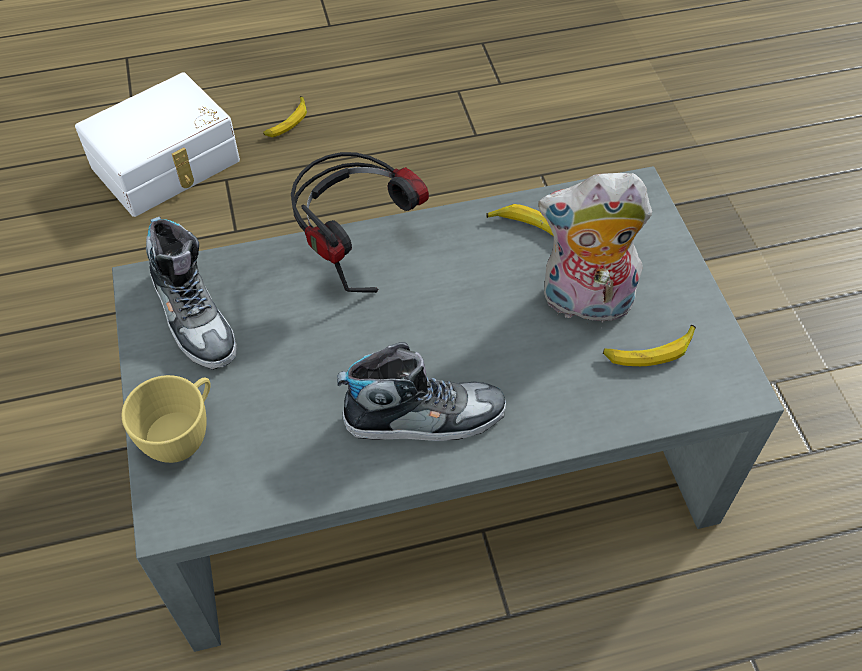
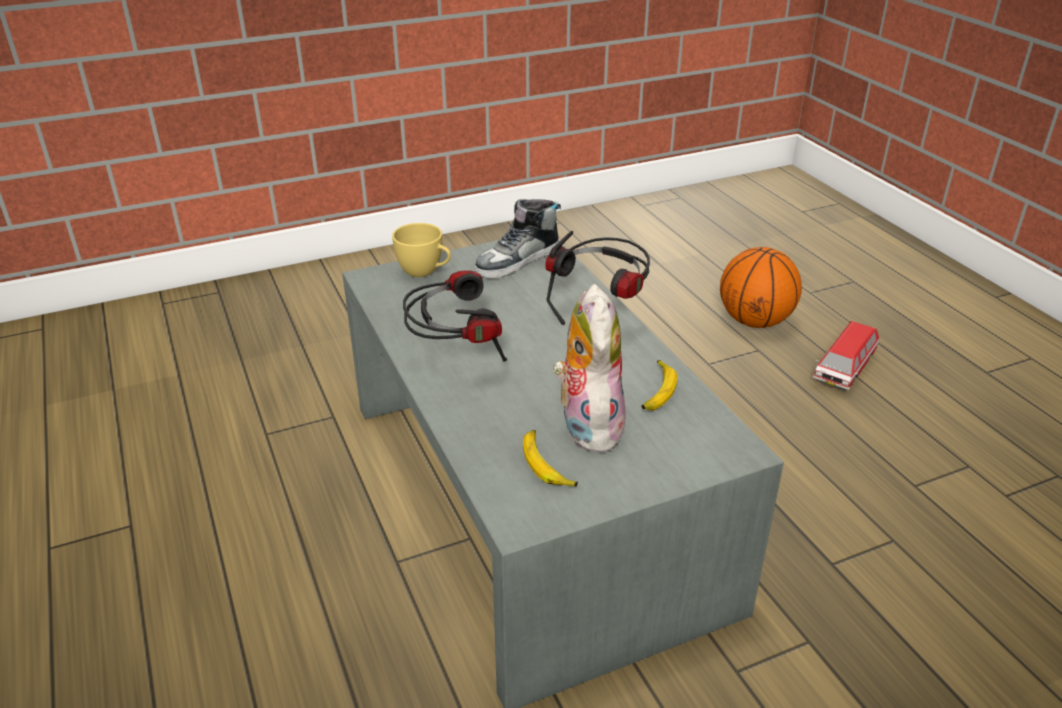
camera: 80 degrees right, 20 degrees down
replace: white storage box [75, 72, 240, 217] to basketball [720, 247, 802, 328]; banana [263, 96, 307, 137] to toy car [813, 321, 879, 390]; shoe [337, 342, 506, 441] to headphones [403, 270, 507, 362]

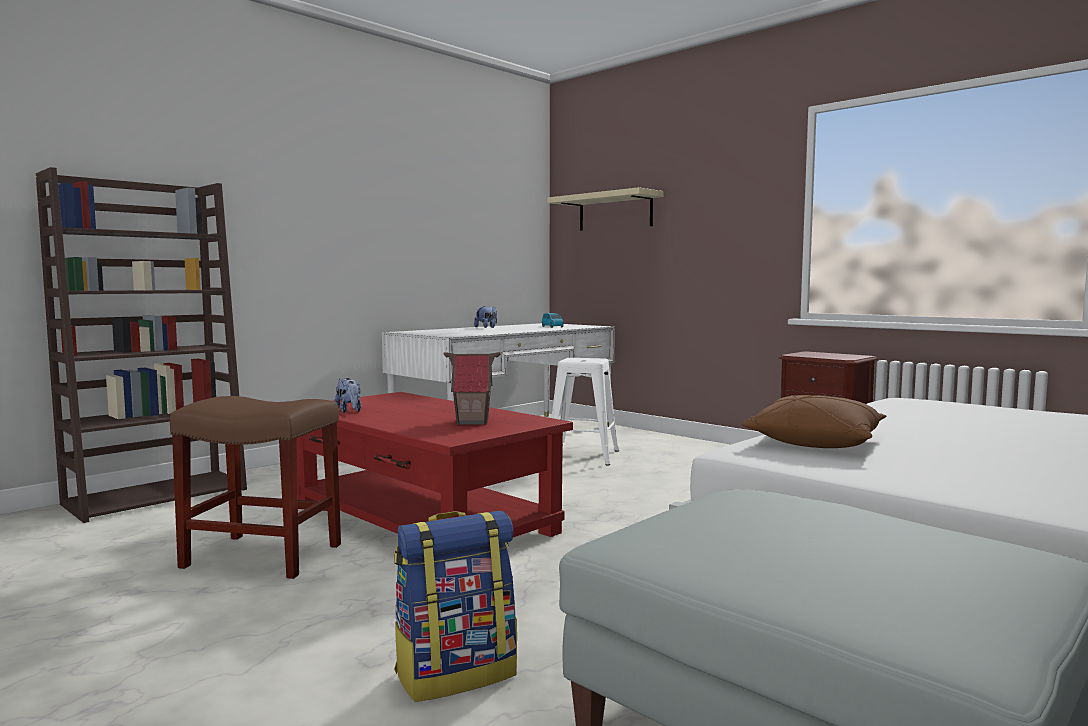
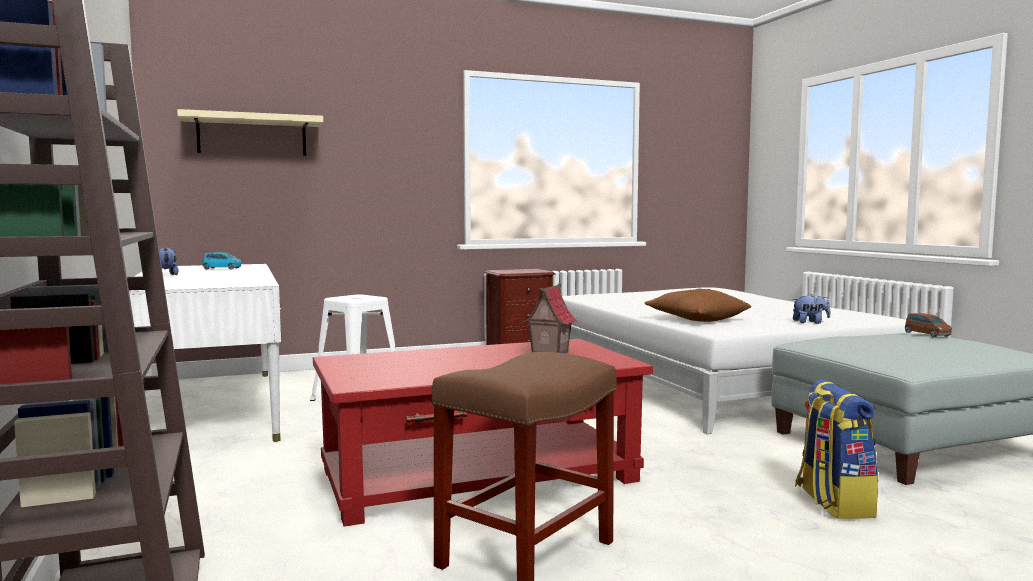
camera: 65 degrees left, 0 degrees up
insert: brown toy car [905, 313, 952, 338]
move: plush toy [334, 378, 361, 413] to [793, 294, 830, 324]

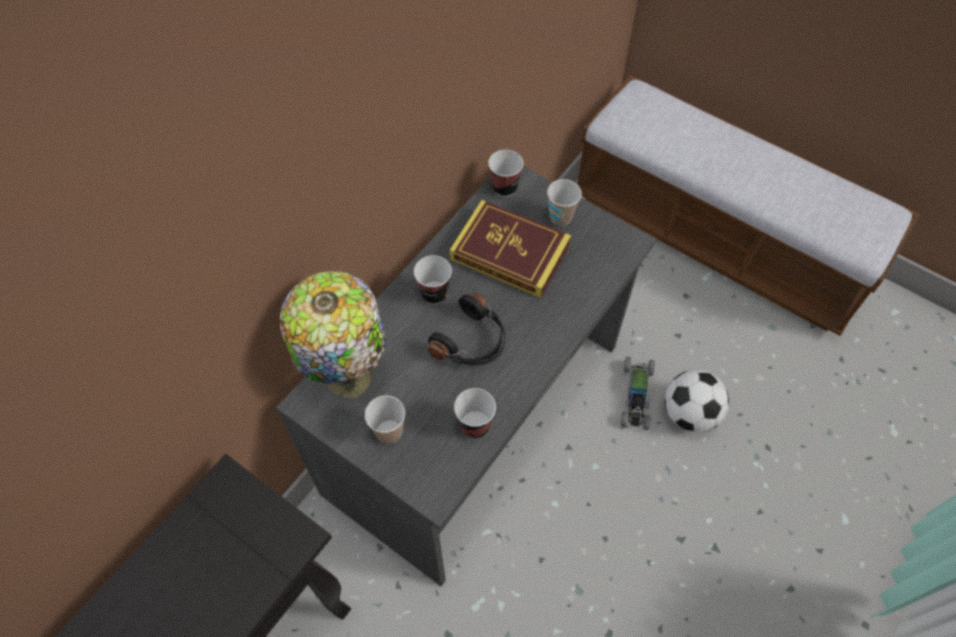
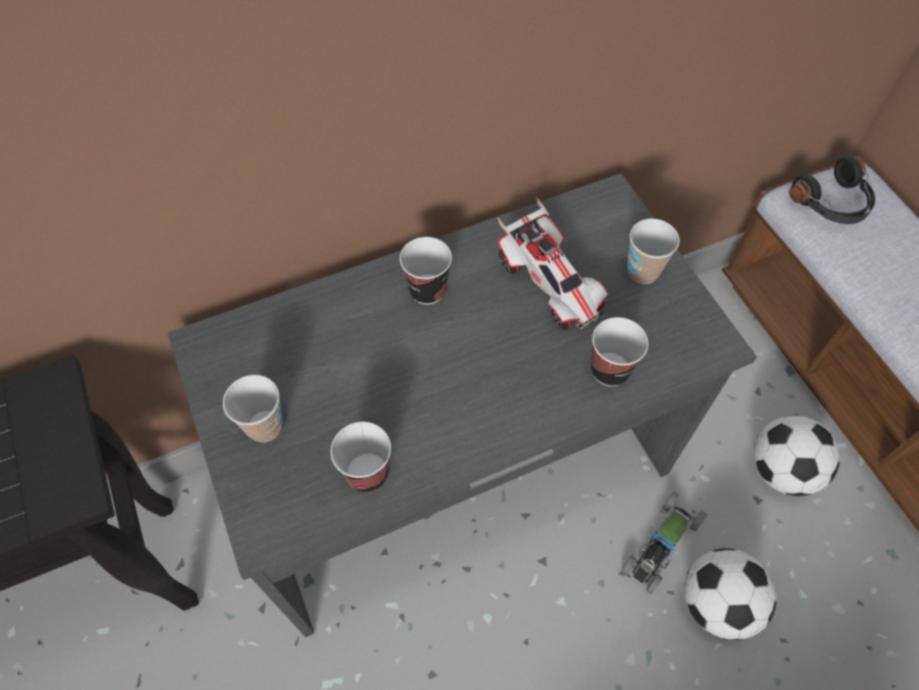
camera: 30 degrees right, 0 degrees up
delete: table lamp [280, 271, 387, 399]
insert: football [753, 416, 840, 496]
move: black headphones [428, 293, 505, 366] to [789, 157, 875, 224]; cup [488, 150, 523, 197] to [591, 317, 648, 386]
replace: book [450, 200, 572, 298] to toy car [497, 197, 609, 330]

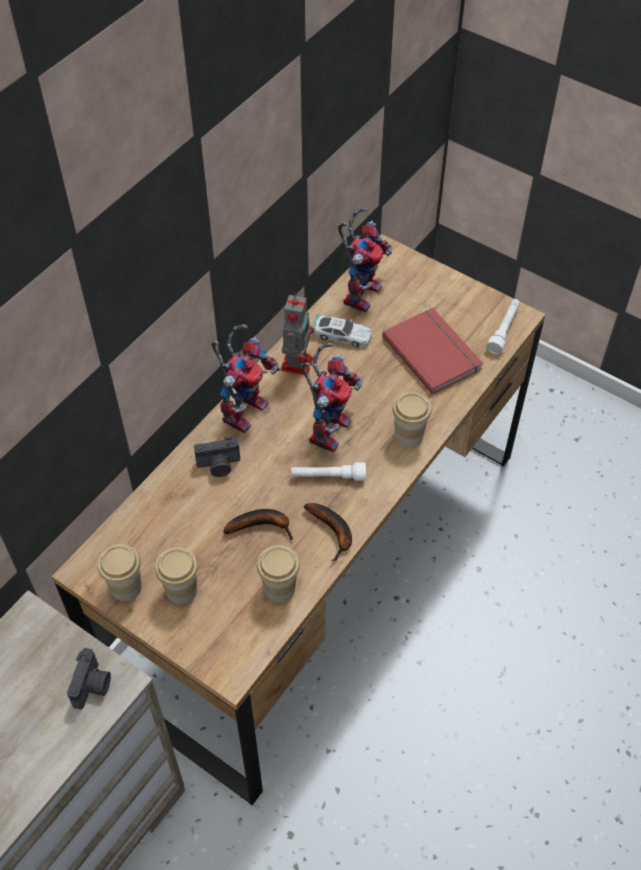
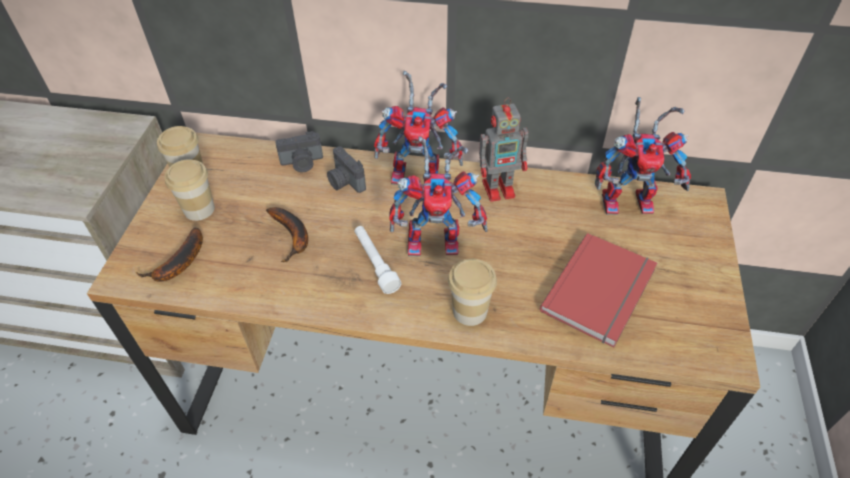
camera: 65 degrees right, 5 degrees down
delete: cup [257, 545, 300, 602]; toy car [312, 313, 372, 347]; white flashlight [487, 299, 520, 354]
move: photo camera [67, 648, 111, 709] to [275, 131, 323, 172]; banana [304, 503, 352, 561] to [135, 228, 203, 282]

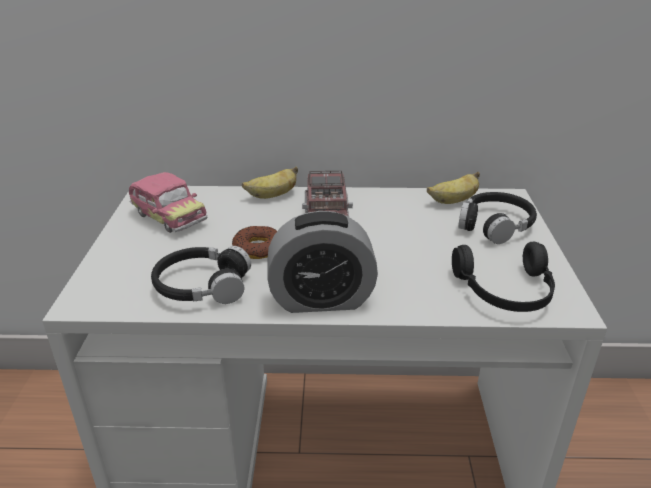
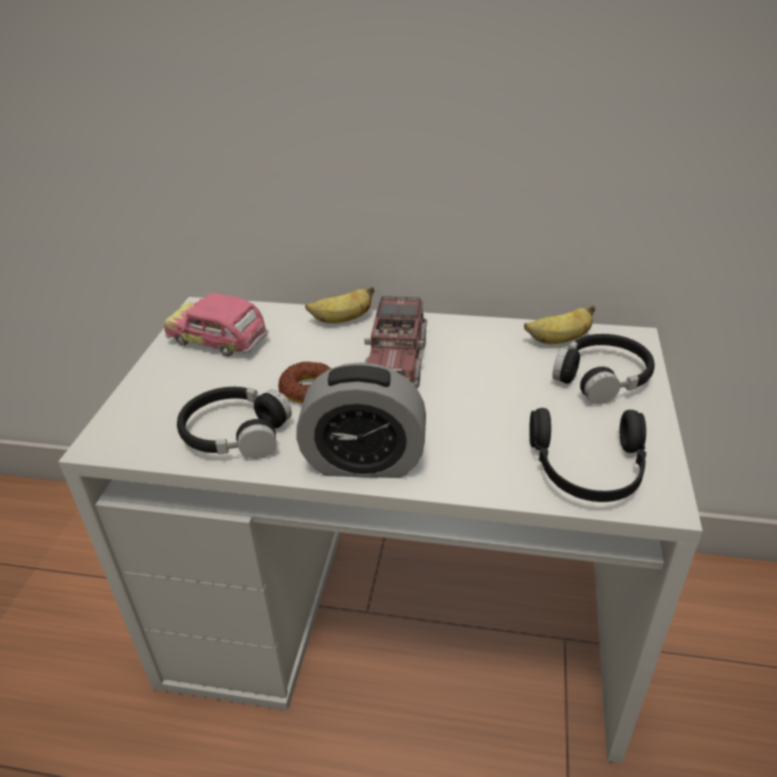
camera: 10 degrees right, 5 degrees up
rotate: toy car [129, 172, 207, 233] = [164, 293, 269, 357] 150 degrees clockwise

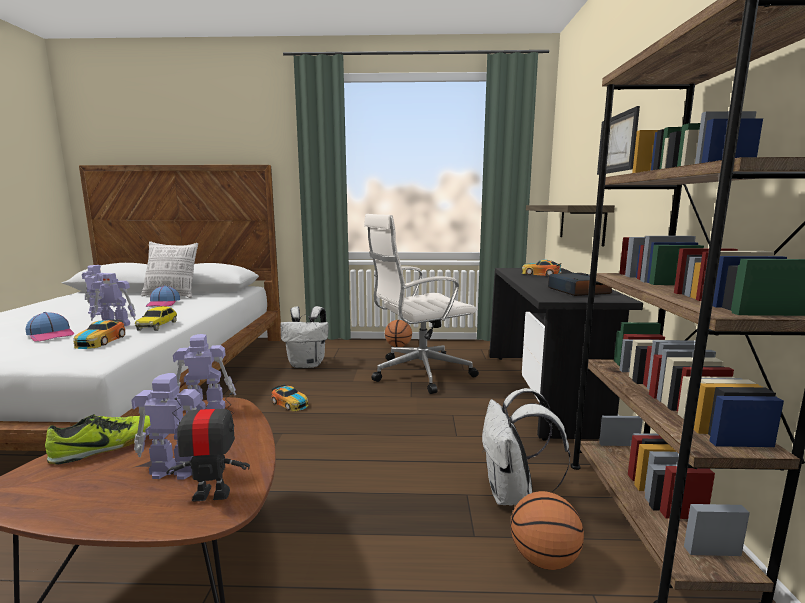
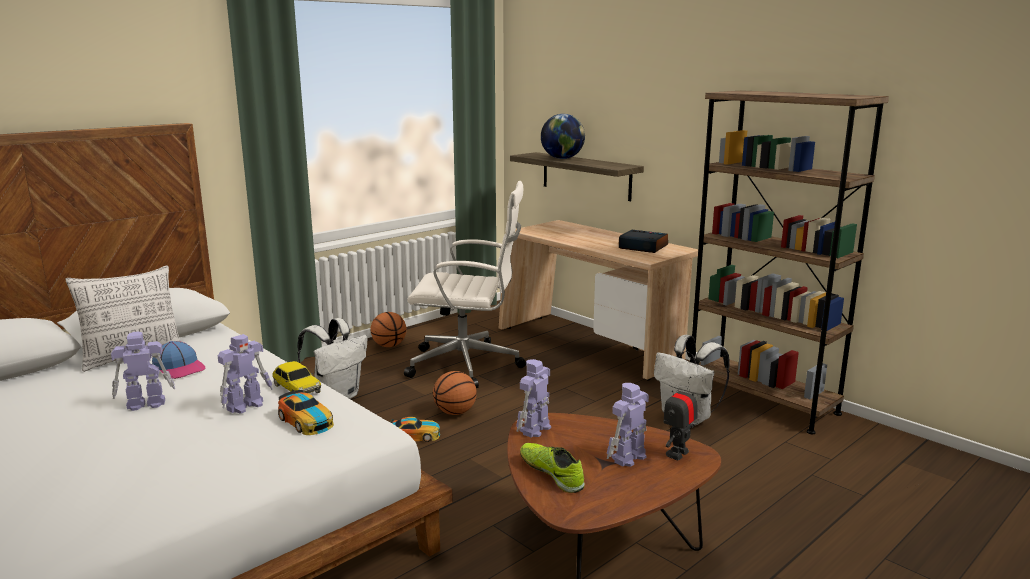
camera: 45 degrees left, 5 degrees up
delete: cap [25, 312, 74, 342]; toy car [522, 260, 562, 276]; picture [597, 106, 640, 175]
insert: globe [541, 114, 585, 159]
move: basketball [511, 491, 584, 570] to [433, 371, 477, 415]
recolor: black desk [489, 268, 643, 441] to beige desk [499, 220, 698, 380]
rotate: shoe [45, 414, 150, 465] = [520, 443, 585, 493] 45 degrees counterclockwise; white office chair [364, 214, 479, 394] = [404, 181, 526, 388] 105 degrees counterclockwise

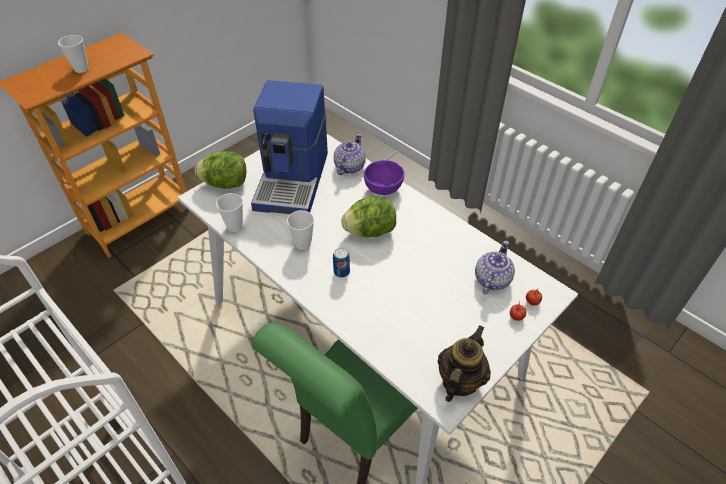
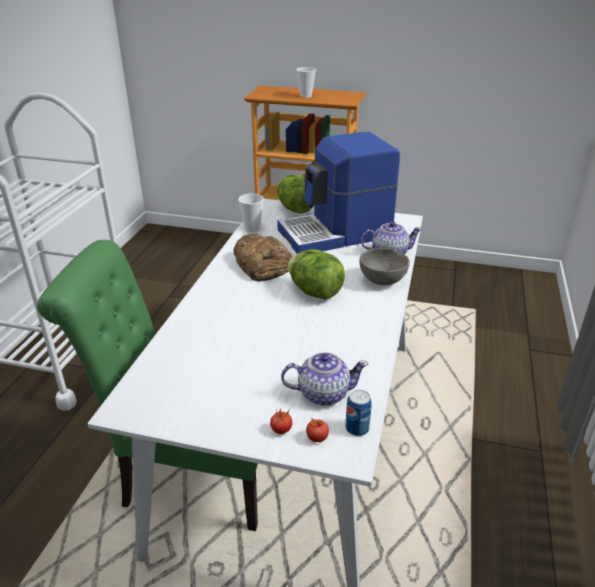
camera: 60 degrees right, 15 degrees down
delete: teapot [437, 325, 491, 402]
move: can [333, 248, 350, 278] to [346, 390, 372, 436]
replace: cup [287, 210, 314, 250] to bread [233, 233, 292, 281]
recolor: purple bowl [364, 160, 404, 195] to grey bowl [359, 248, 410, 285]

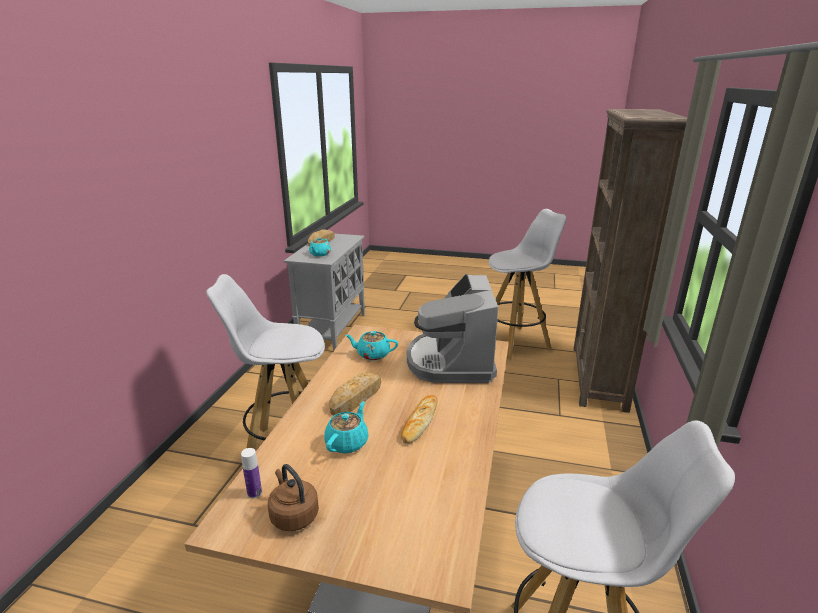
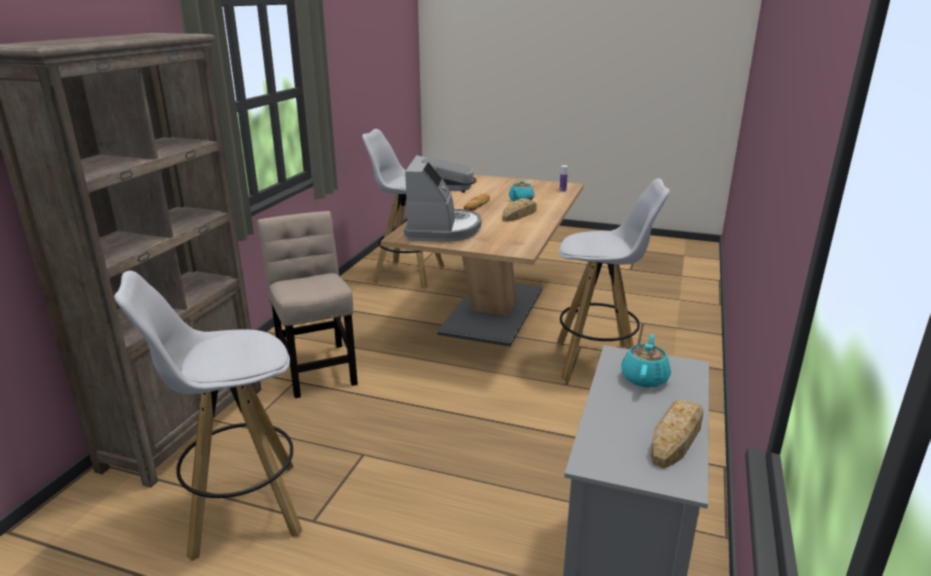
camera: 175 degrees left, 0 degrees up
delete: brown kettle [268, 464, 319, 531]; turquoise teapot [345, 331, 398, 361]
insert: beige chair [257, 211, 358, 398]

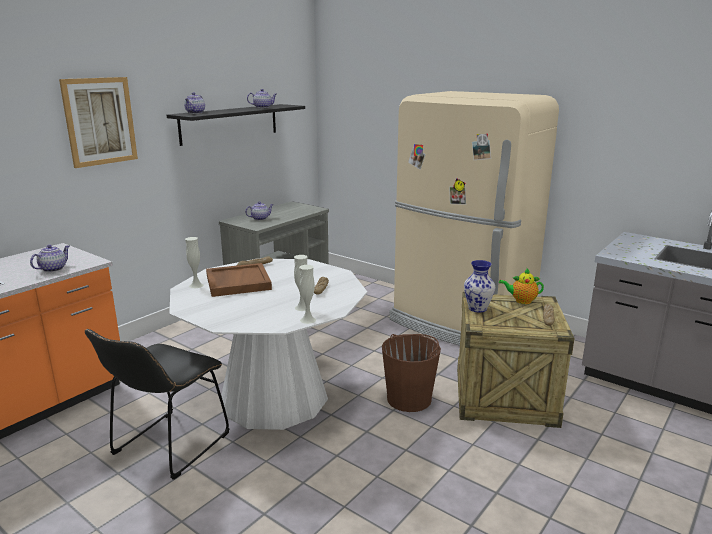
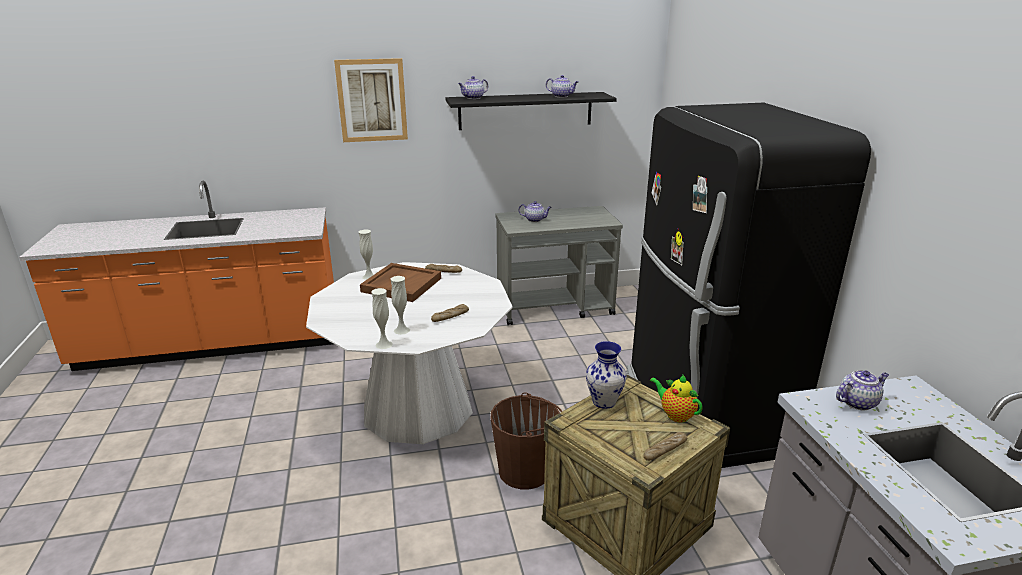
camera: 40 degrees right, 5 degrees up
delete: black chair [85, 329, 229, 480]
move: teapot [30, 245, 69, 272] to [836, 370, 889, 410]
recolor: beige fridge [389, 91, 559, 346] to black fridge [626, 103, 871, 468]

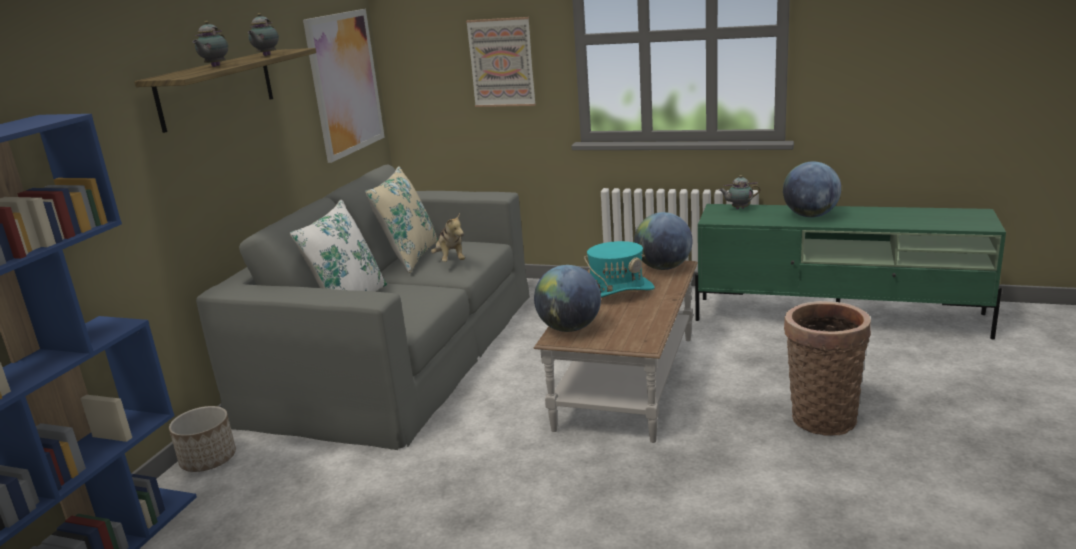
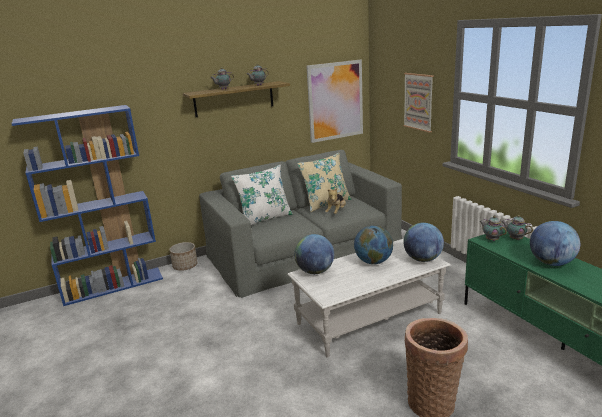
camera: 45 degrees right, 0 degrees up
insert: teapot [480, 216, 507, 241]
replace: turquoise hat [584, 241, 655, 298] to globe [354, 225, 393, 264]
recolor: brown coffee table [534, 261, 698, 443] to white coffee table [287, 239, 451, 358]

